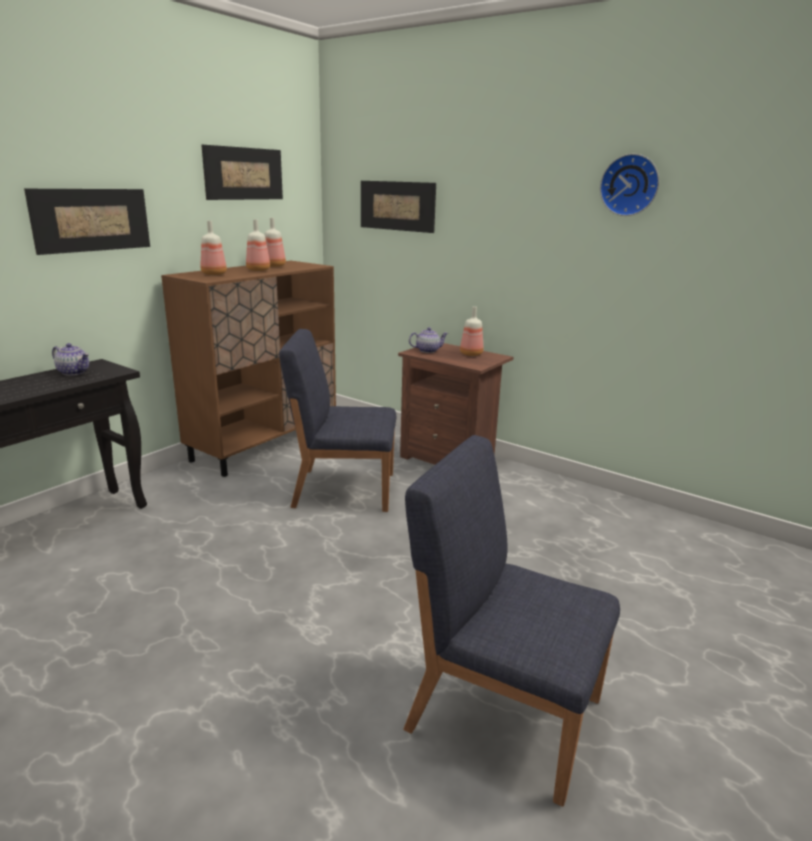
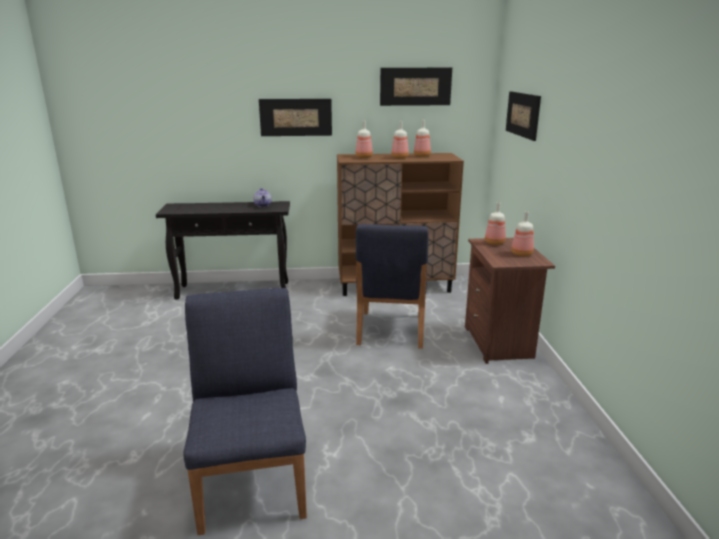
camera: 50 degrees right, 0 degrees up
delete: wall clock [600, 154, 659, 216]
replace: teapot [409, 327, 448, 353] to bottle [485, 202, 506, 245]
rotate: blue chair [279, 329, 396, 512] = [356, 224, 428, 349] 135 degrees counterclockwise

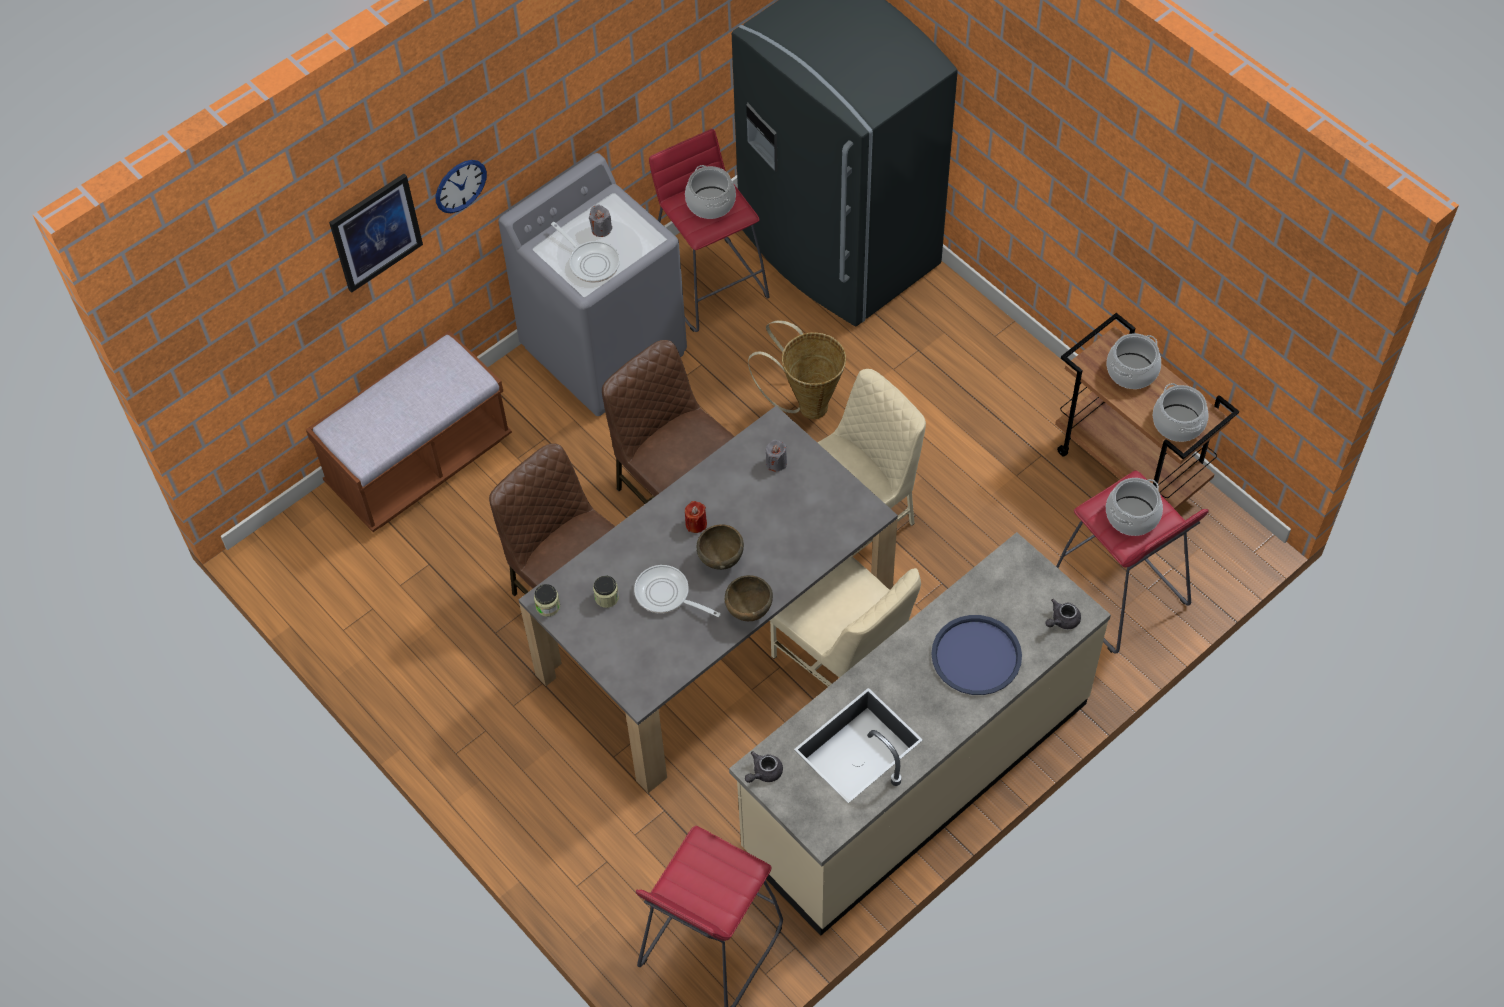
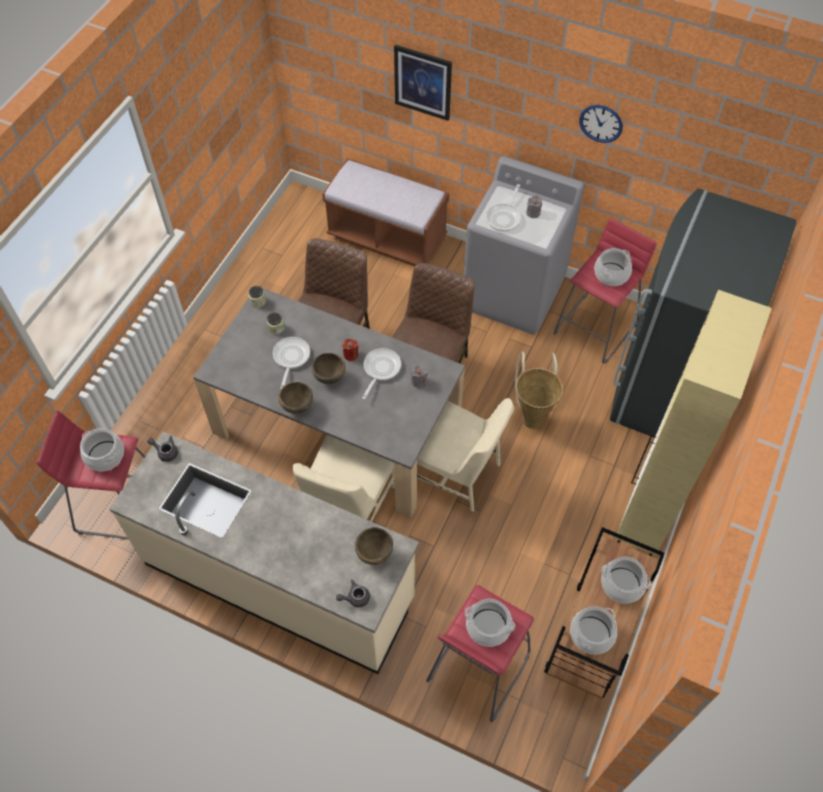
camera: 65 degrees right, 0 degrees up
delete: blue tray [931, 615, 1022, 695]
insert: cooking pot [80, 428, 124, 471]; brown bowl [355, 527, 393, 565]; frying pan [362, 348, 401, 400]; beige cabinet [615, 290, 772, 556]
move: wall clock [436, 160, 487, 213] to [579, 105, 623, 143]
rotate: grey teapot [1045, 599, 1081, 629] = [336, 579, 370, 607] 45 degrees counterclockwise

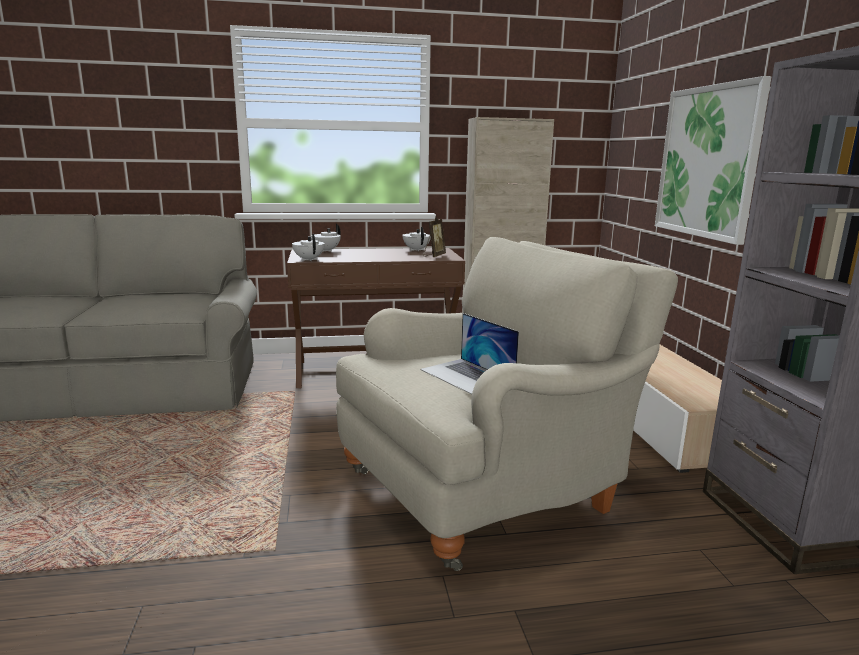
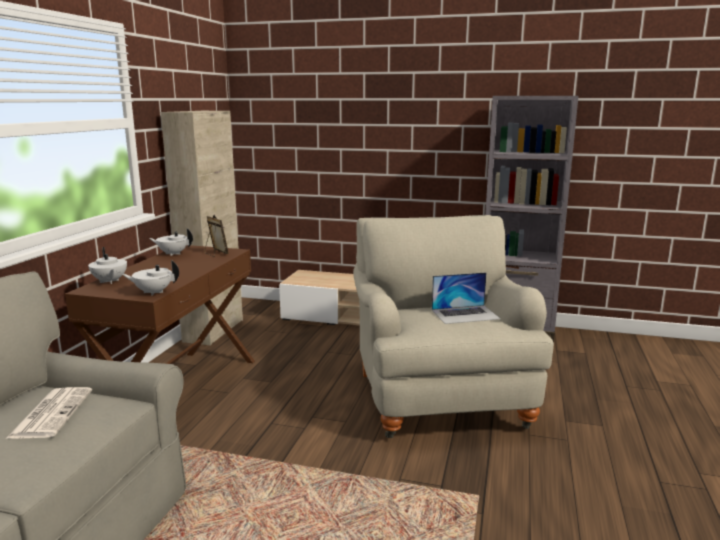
camera: 65 degrees left, 0 degrees up
delete: picture [655, 76, 772, 245]
insert: newspaper [6, 387, 92, 439]

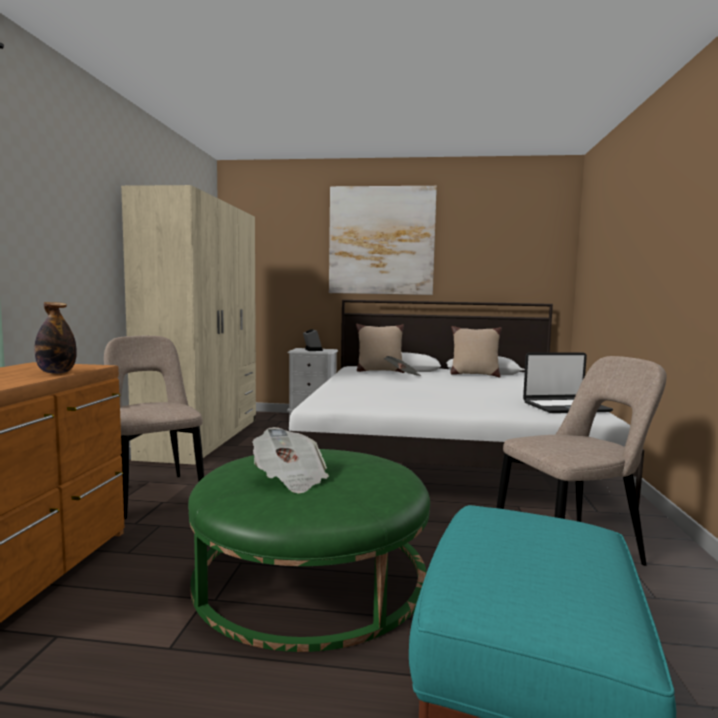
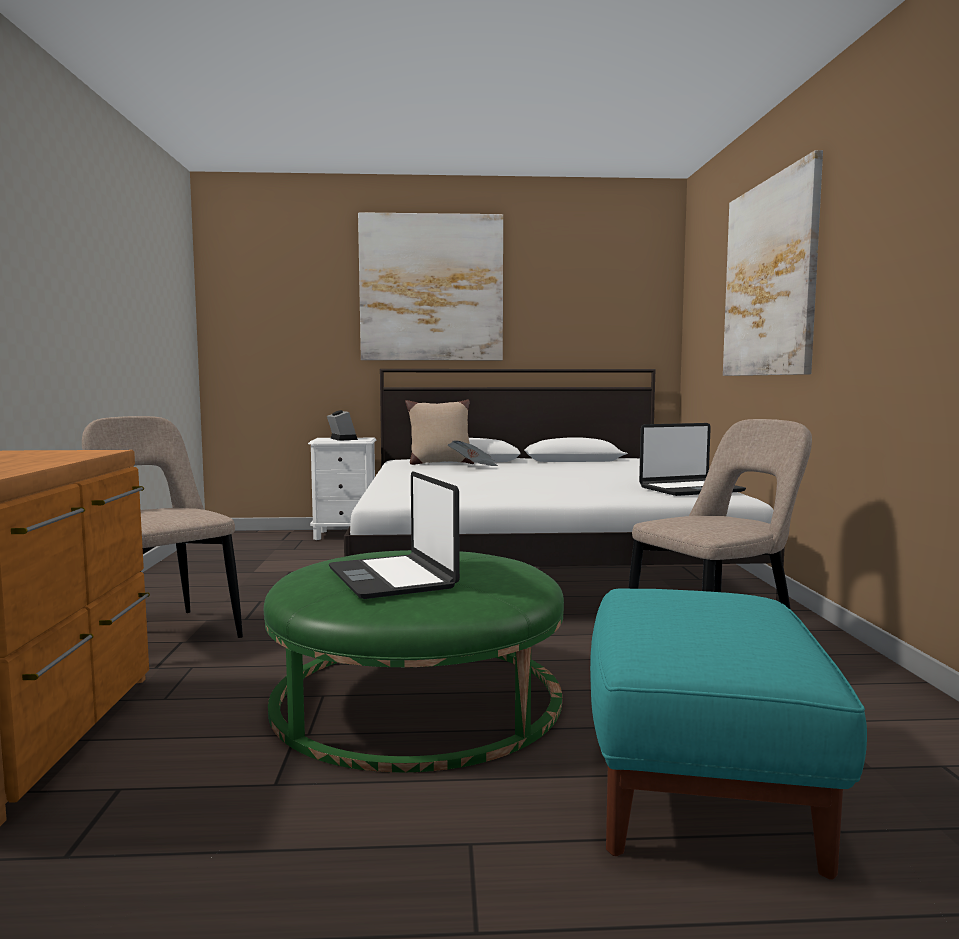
camera: 10 degrees left, 0 degrees up
delete: bottle [34, 302, 77, 374]; beige wardrobe [121, 185, 256, 465]; beige pillow [450, 326, 502, 378]
insert: picture [723, 150, 823, 376]
replace: newspaper [252, 427, 329, 494] to laptop [329, 471, 460, 599]

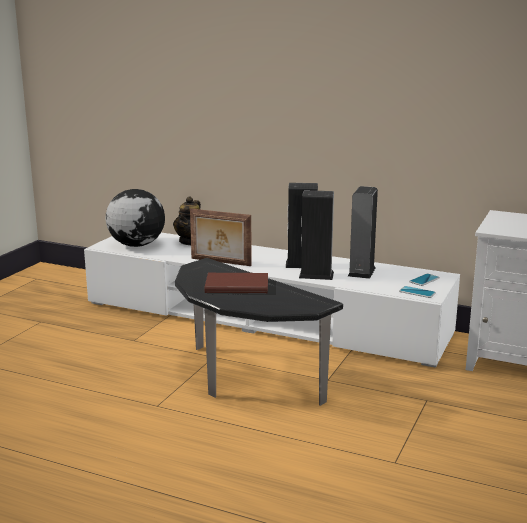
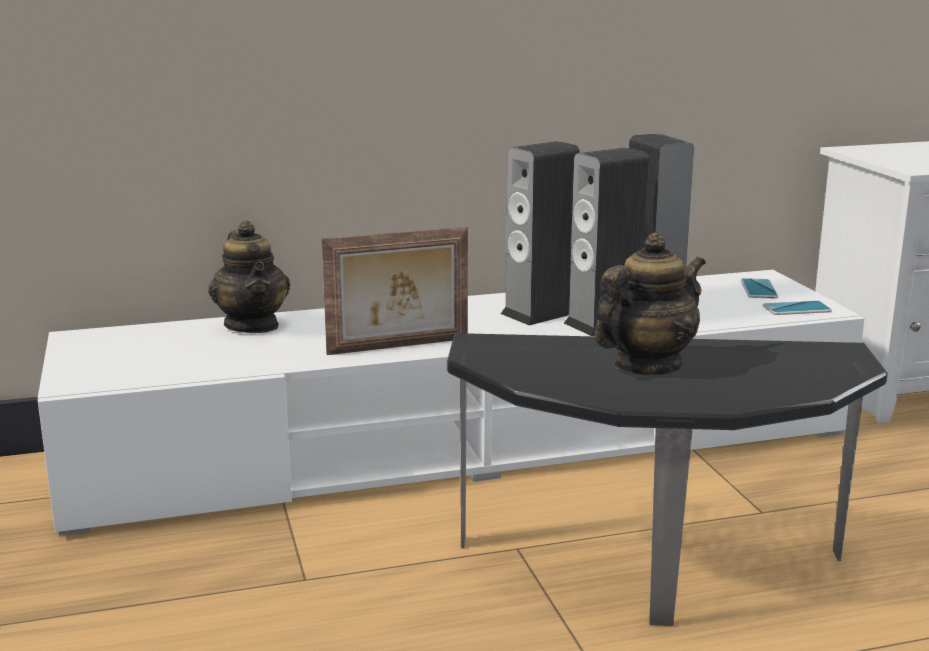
camera: 40 degrees left, 0 degrees up
delete: globe [106, 189, 165, 247]
replace: brown book [205, 273, 268, 293] to teapot [594, 232, 706, 375]

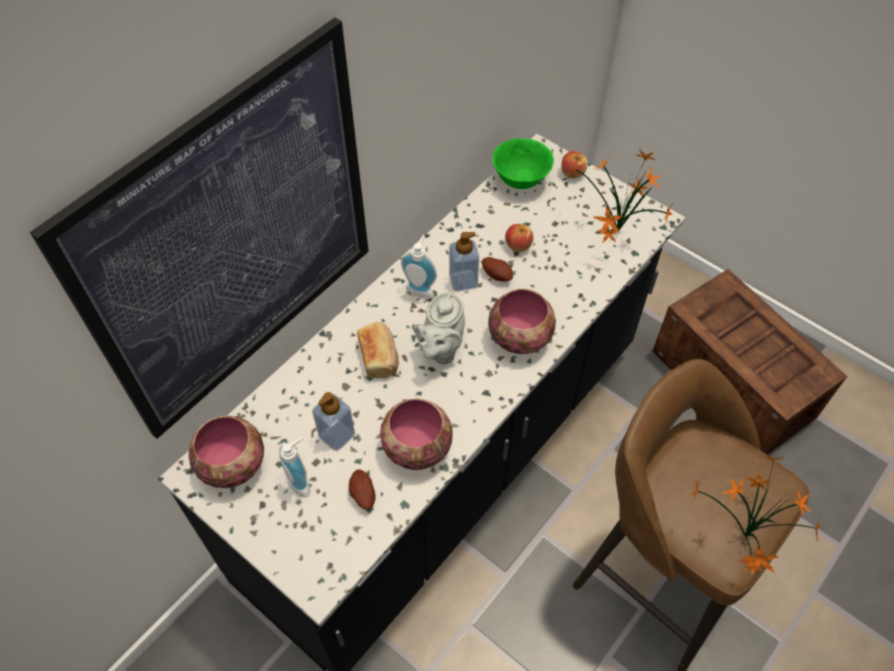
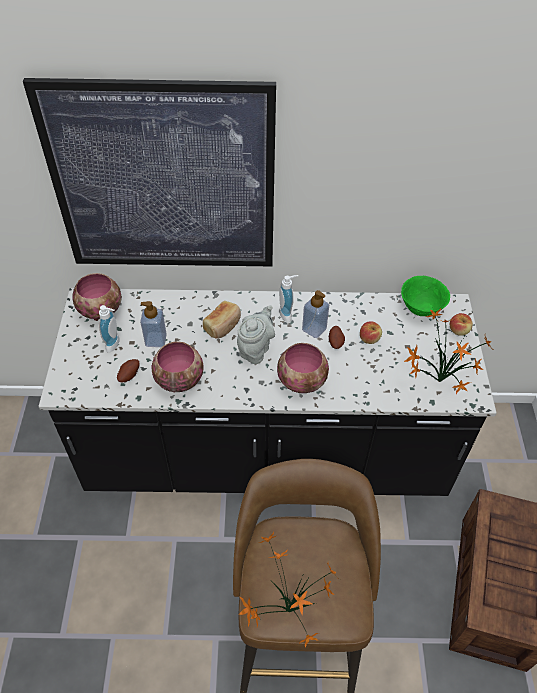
camera: 50 degrees right, 5 degrees down
rotate: grey teapot [415, 293, 465, 364] = [237, 305, 275, 364] 135 degrees clockwise

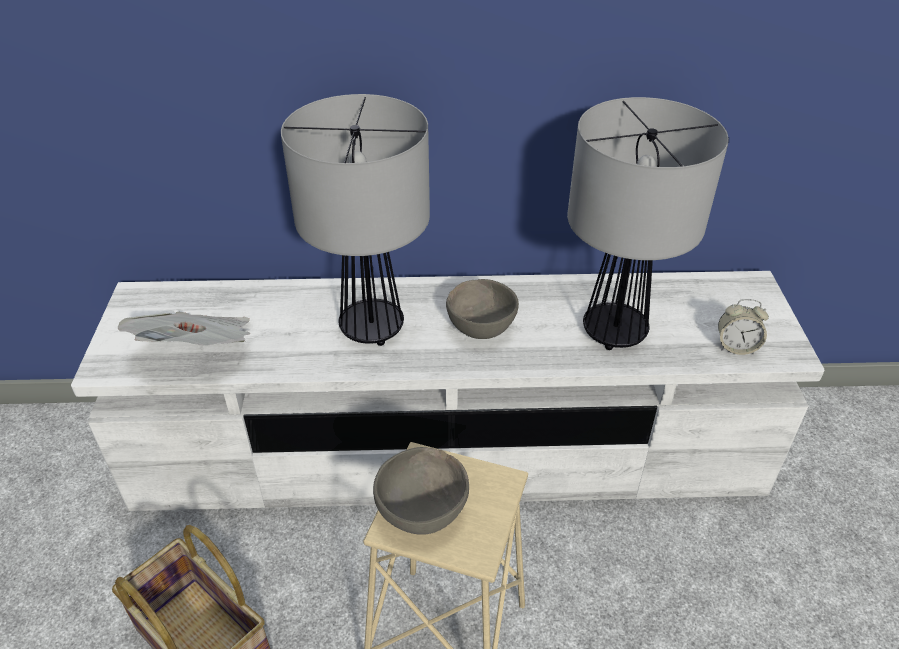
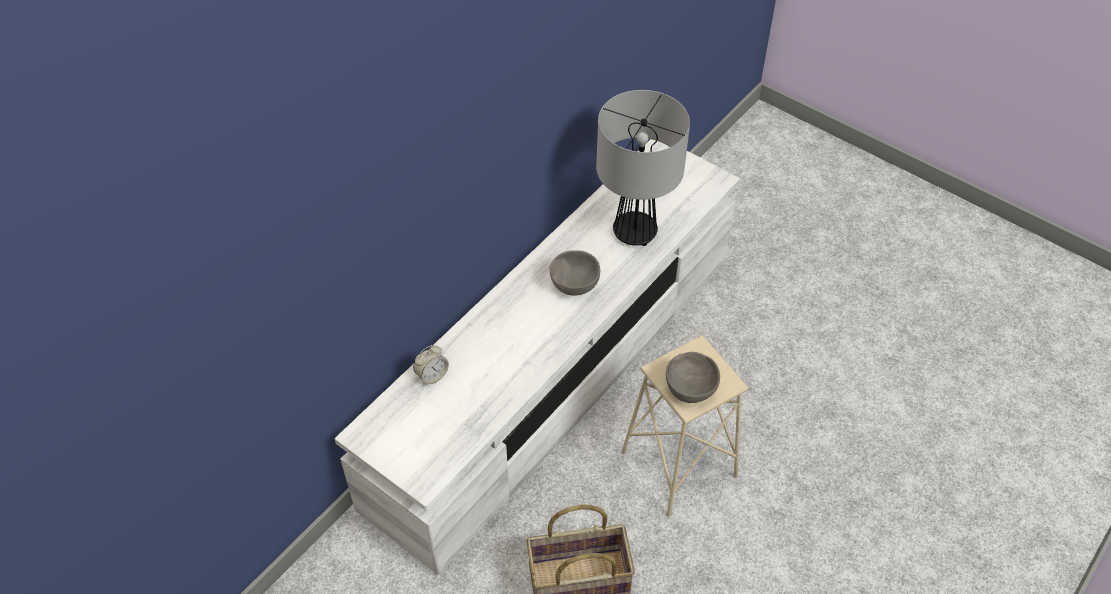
camera: 50 degrees left, 10 degrees up
delete: newspaper [118, 312, 251, 346]; table lamp [281, 94, 430, 346]
move: alarm clock [718, 299, 769, 355] to [413, 345, 449, 385]

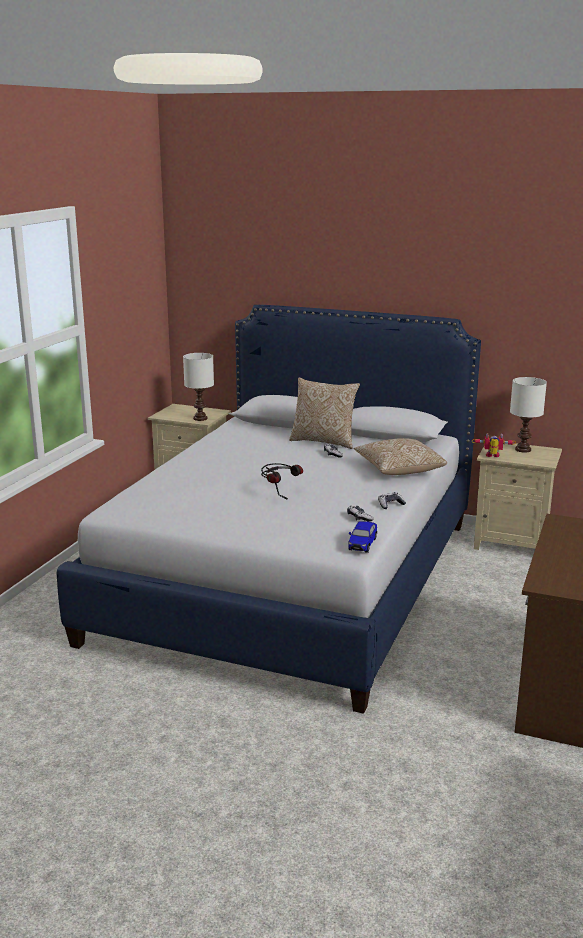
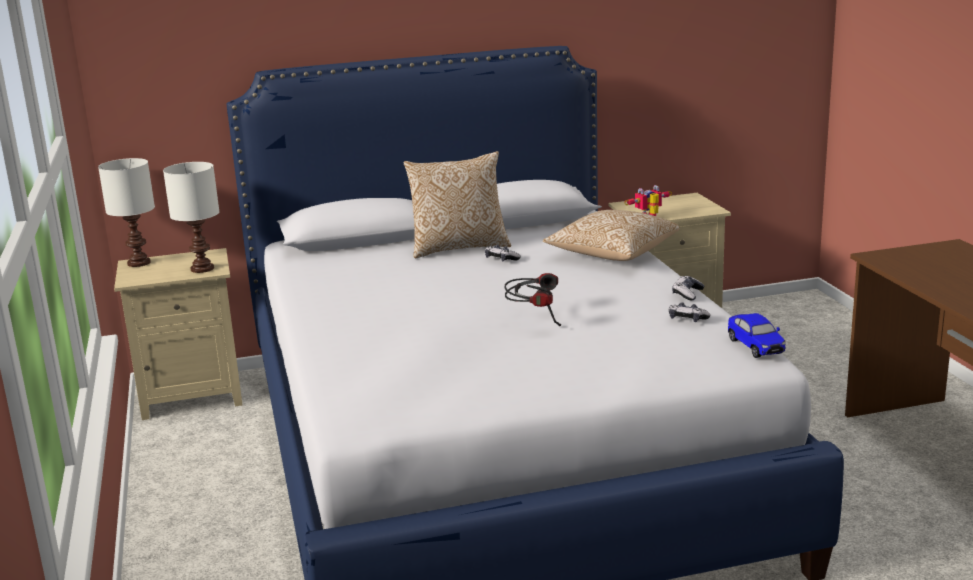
camera: 35 degrees left, 0 degrees up
move: white table lamp [510, 377, 547, 453] to [98, 158, 155, 267]

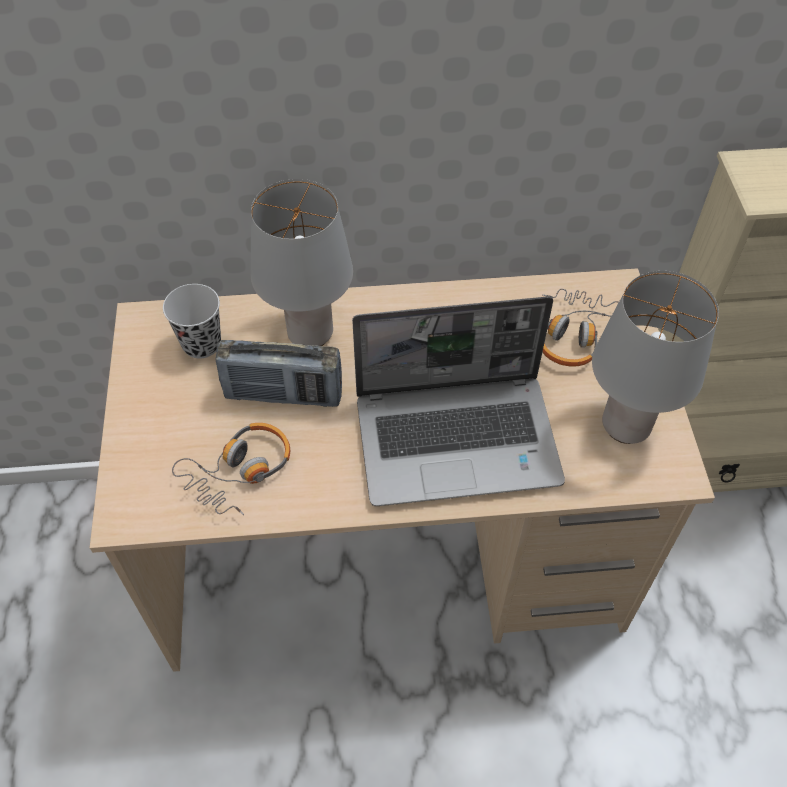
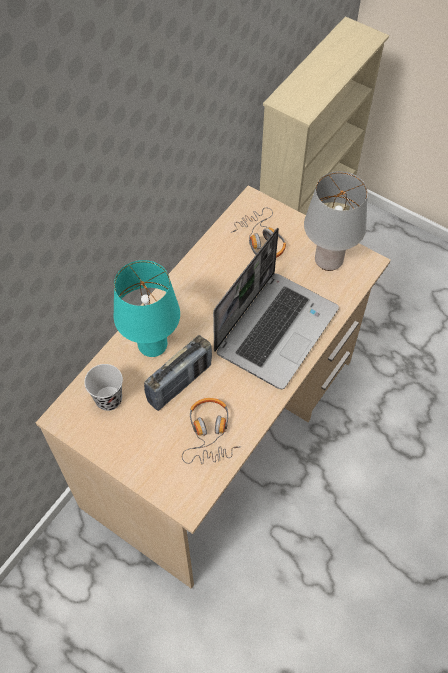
camera: 50 degrees left, 5 degrees up
recolor: grey table lamp [251, 179, 353, 346] to turquoise table lamp [114, 260, 180, 357]

